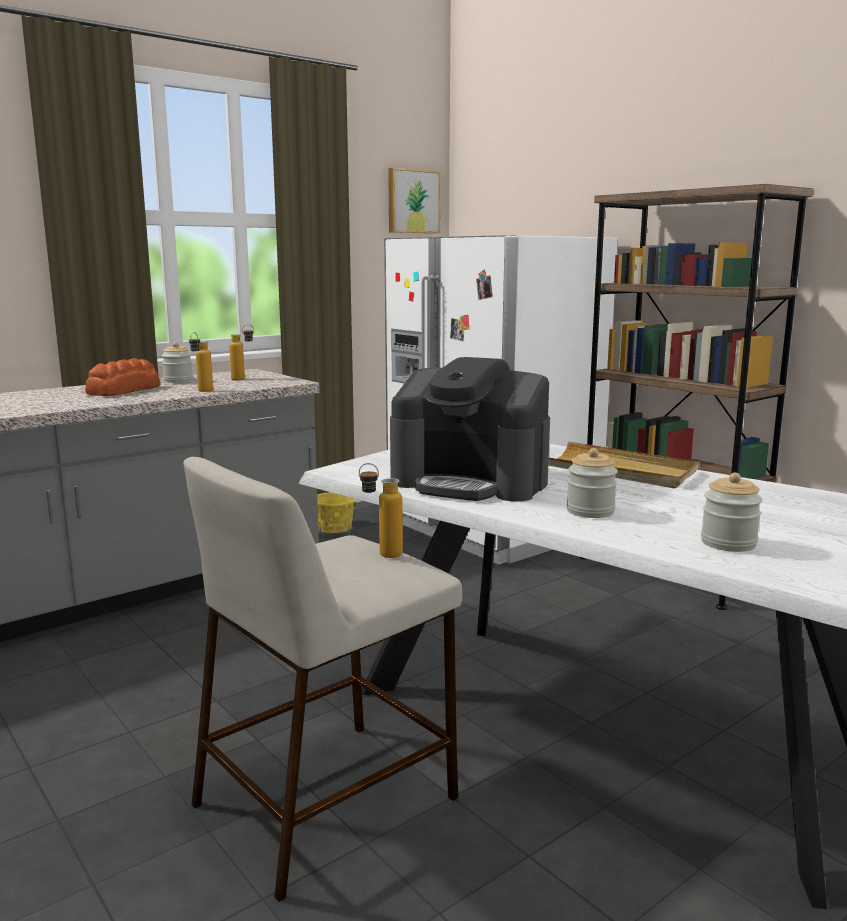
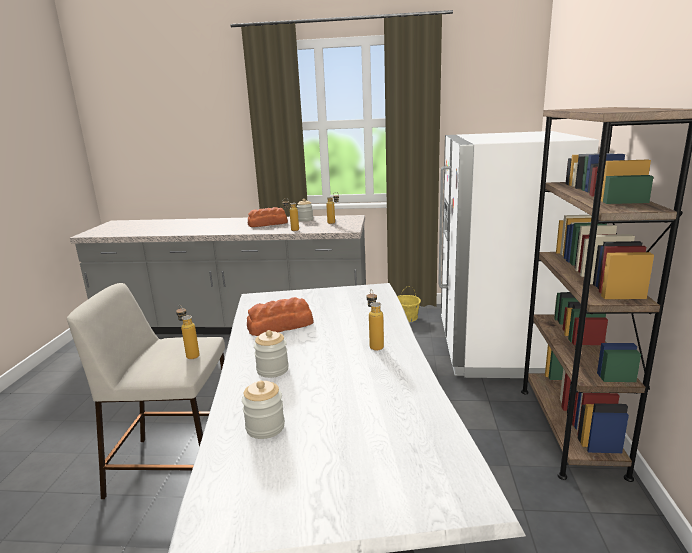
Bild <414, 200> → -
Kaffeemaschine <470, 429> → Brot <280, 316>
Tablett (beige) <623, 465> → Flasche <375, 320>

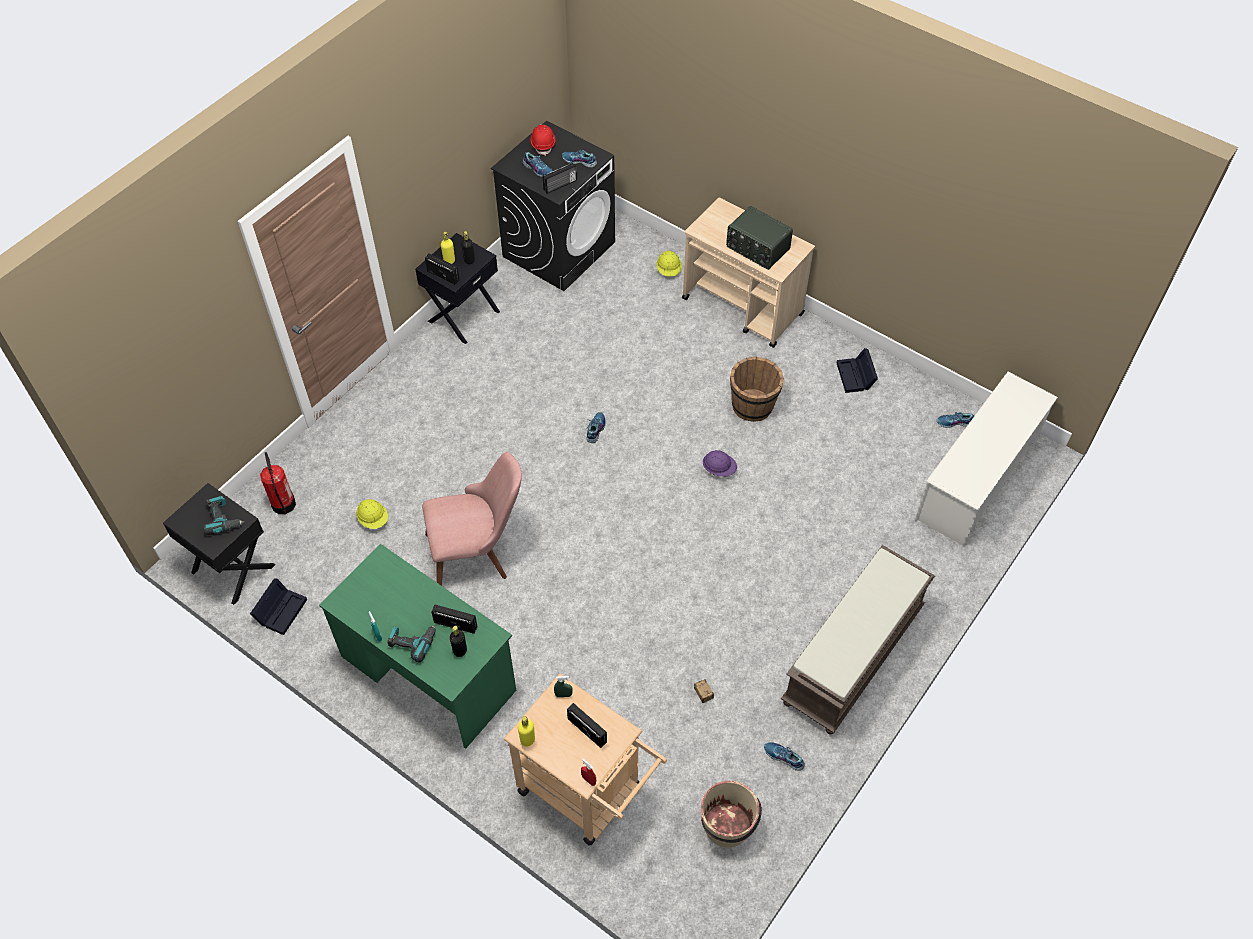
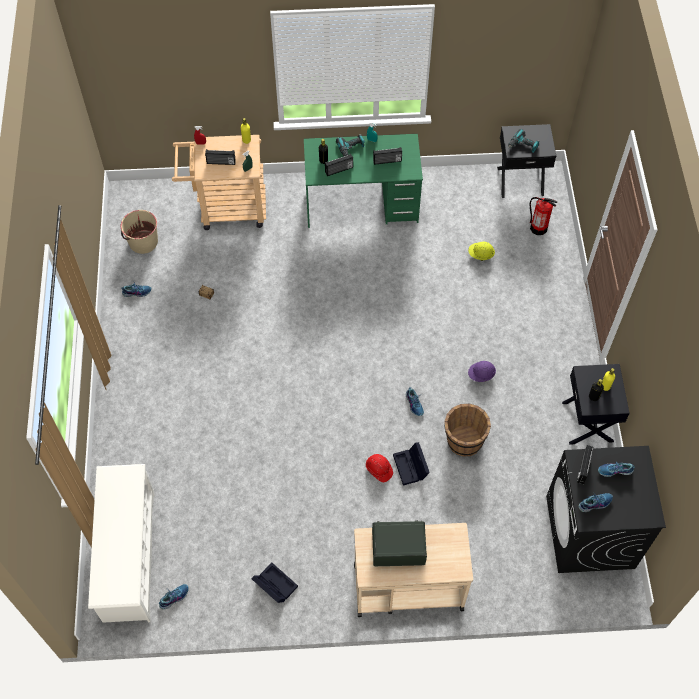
Aufbewahrungsbox (schwarz) <278, 606> → Aufbewahrungsbox (schwarz) <411, 464>, move
Stuhl (rosa) <472, 519> → -
Radio <442, 269> → Radio <387, 156>, move
Schutzhelm (rot) <543, 140> → Schutzhelm (rot) <379, 468>, move
Schutzhelm (gelb) <669, 264> → -
Schutzhelm (lila) <720, 463> → Schutzhelm (lila) <482, 371>, move
Eimer (braun) <757, 389> → Eimer (braun) <467, 430>, move
Bank (braun) <858, 639> → -

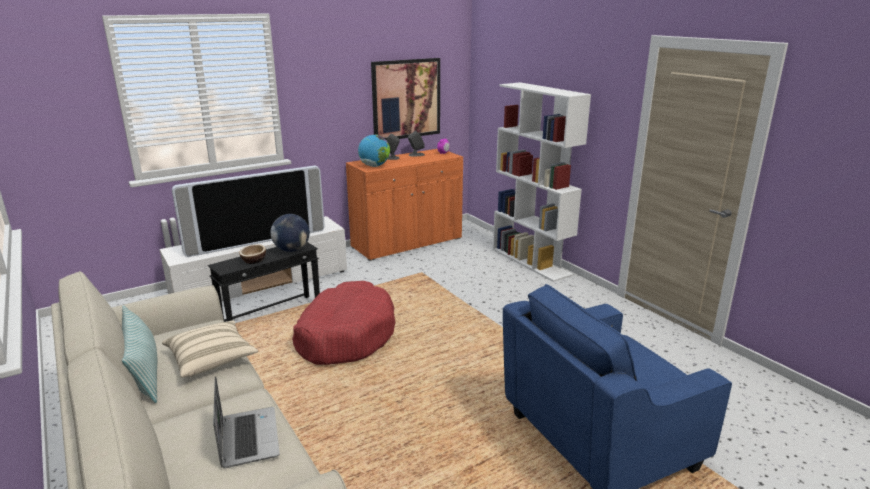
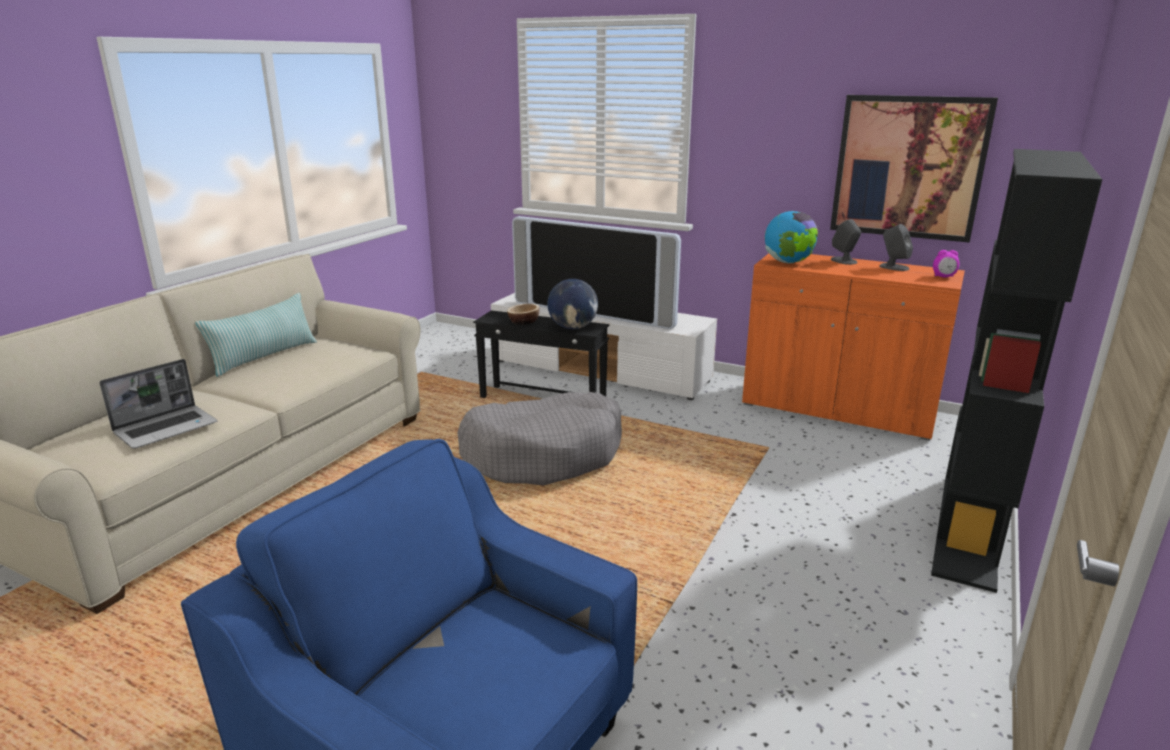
Kissen (beige) <210, 348> → -
Hundebett (rot) <343, 323> → Hundebett (grau) <539, 438>
Bücherregal (weiß) <542, 182> → Bücherregal (schwarz) <1016, 371>

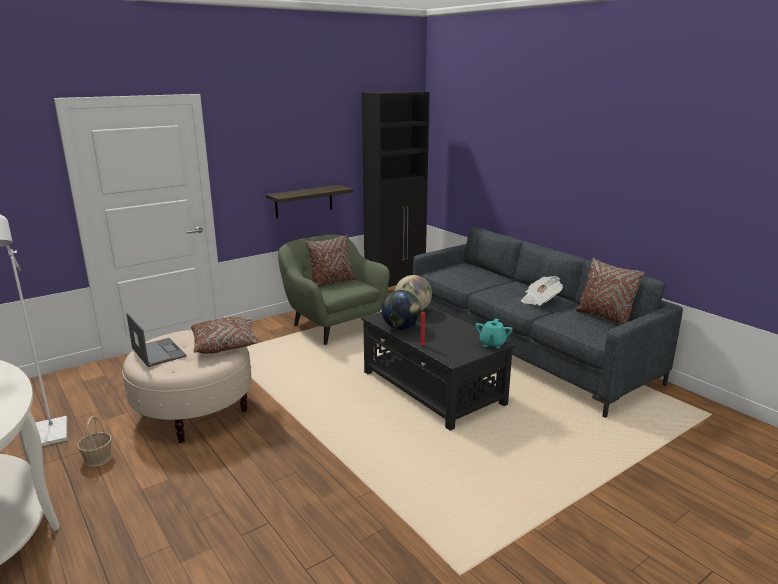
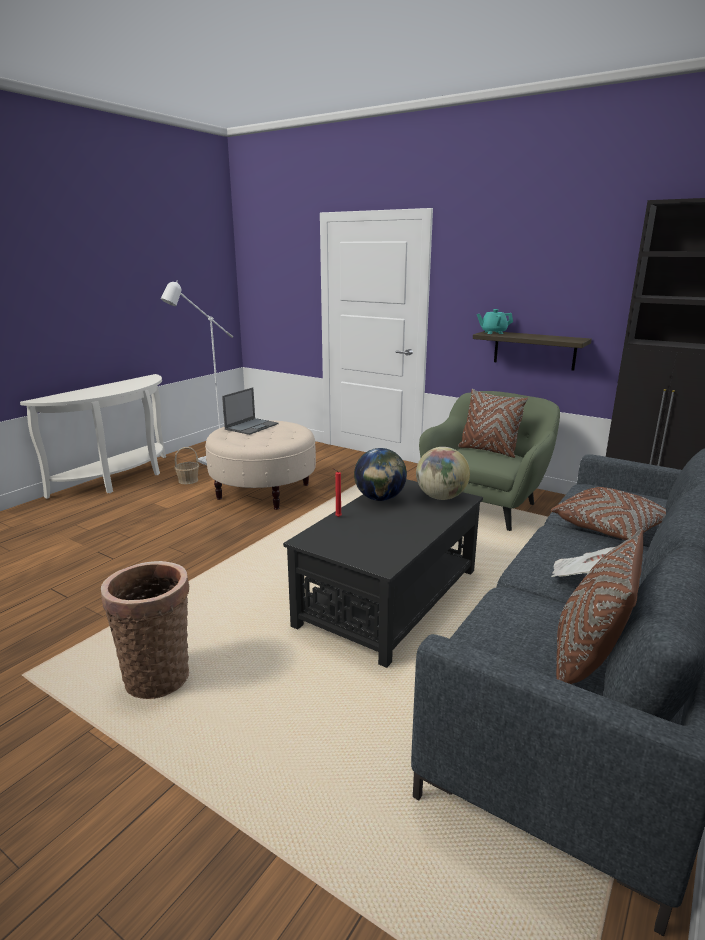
Kissen (braun) <225, 335> → Kissen (braun) <608, 513>, move
Teekanne (türkis) <494, 334> → Teekanne (türkis) <495, 321>, move
- → Korb <145, 630>

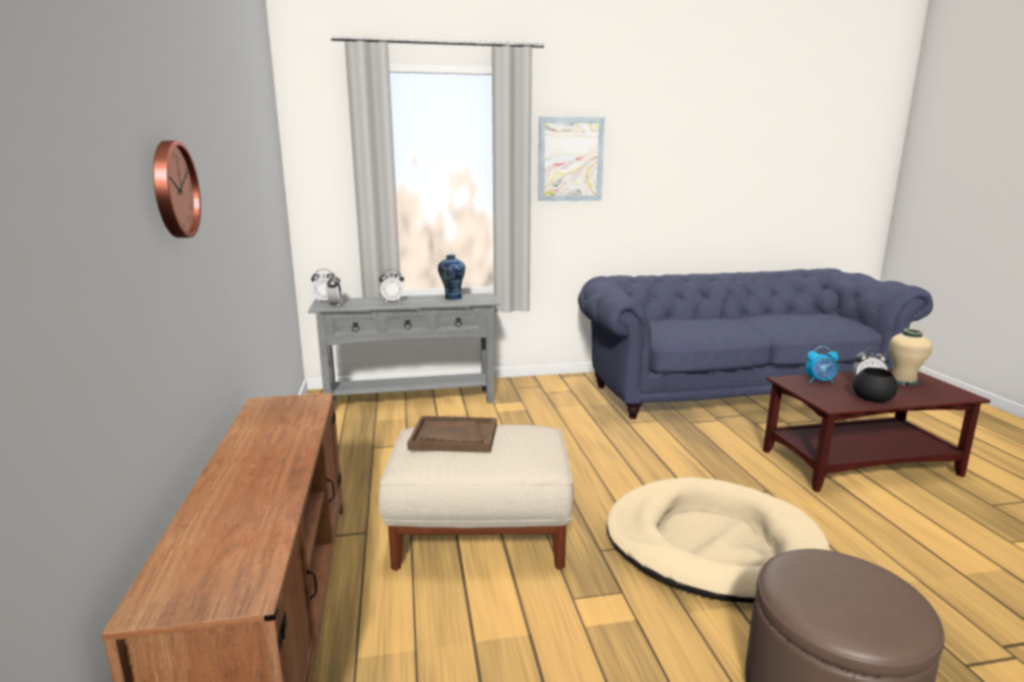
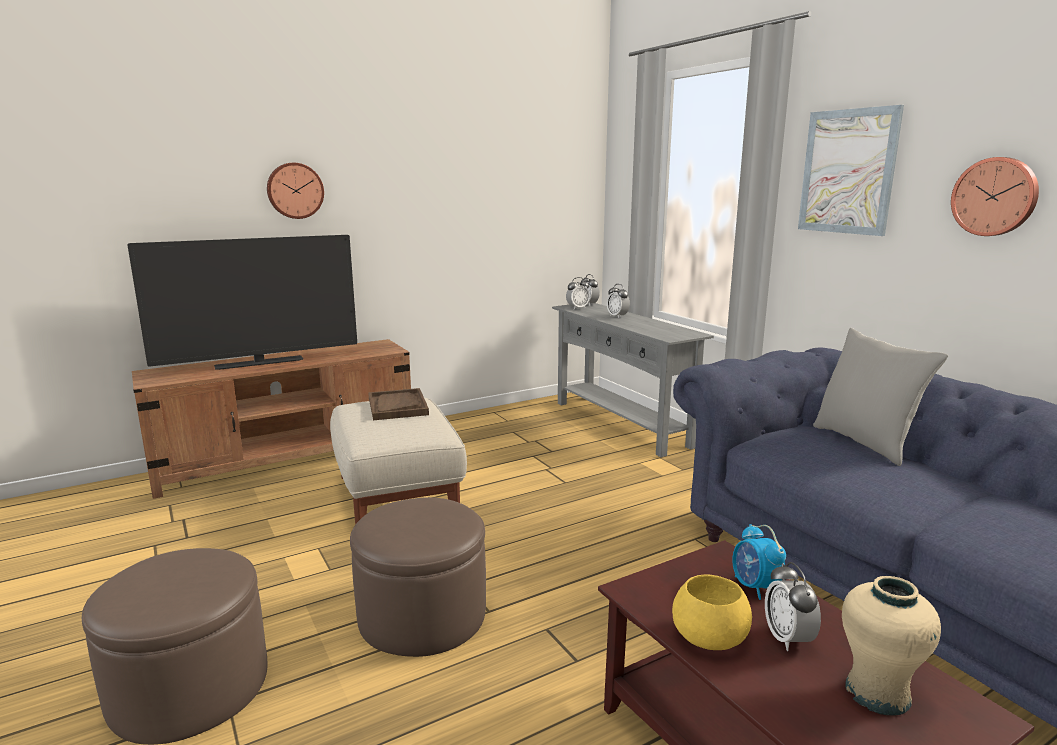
Vase <451, 277> → -
Hundebett (beige) <718, 540> → Polsterhocker (braun) <418, 577>
Schüssel (schwarz) <875, 384> → Schüssel (gelb) <712, 612>
- → Fernseher <242, 302>
- → Kissen (grau) <880, 397>
- → Wanduhr <995, 196>

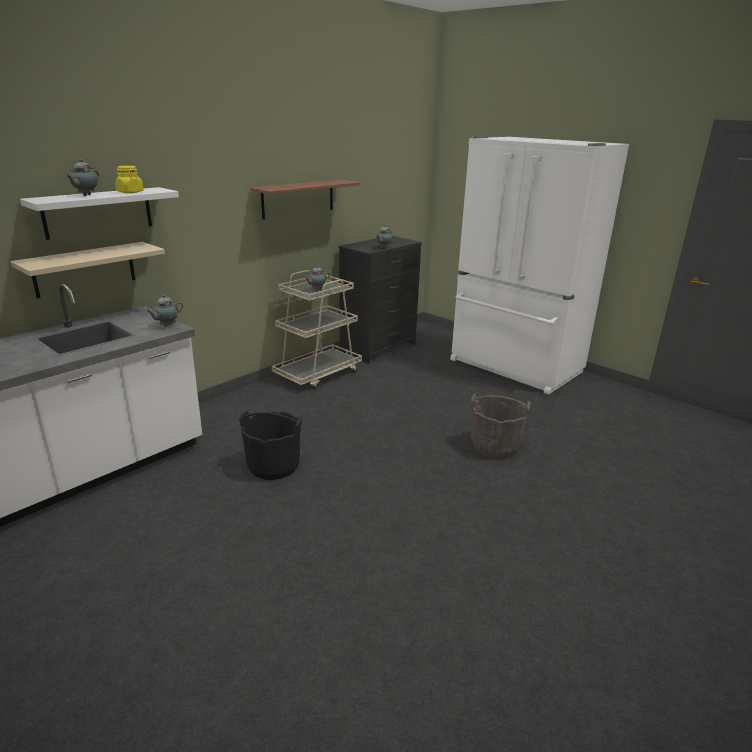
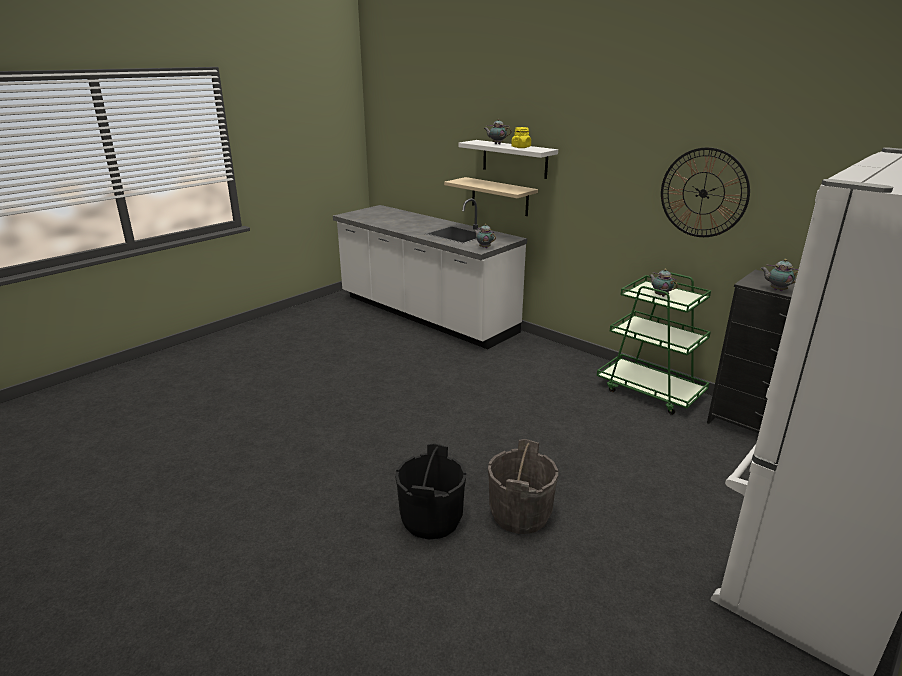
Eimer (schwarz) <271, 445> → Eimer (schwarz) <430, 491>, move
Wandregal <305, 199> → Wanduhr <705, 192>
Rollwagen (beige) <317, 329> → Rollwagen (grün) <654, 343>

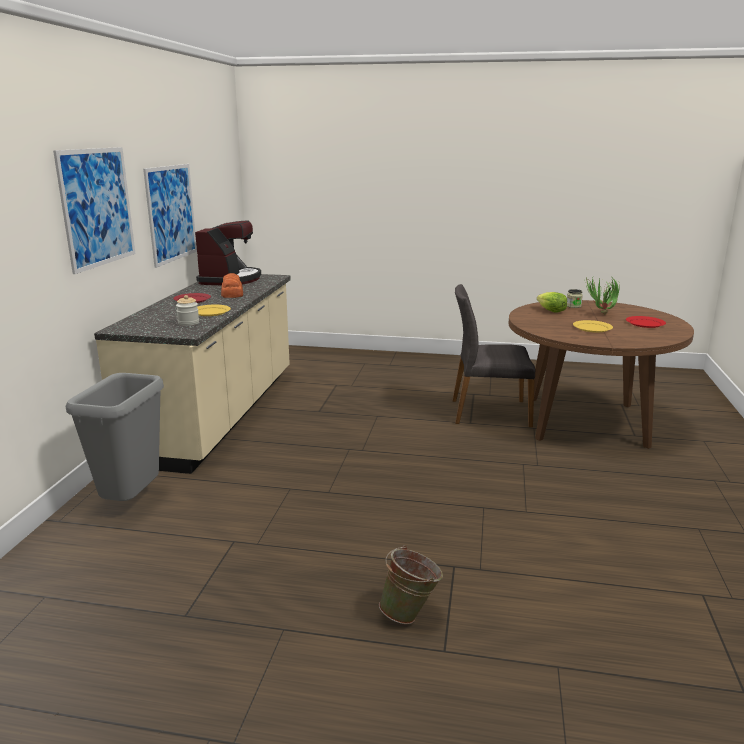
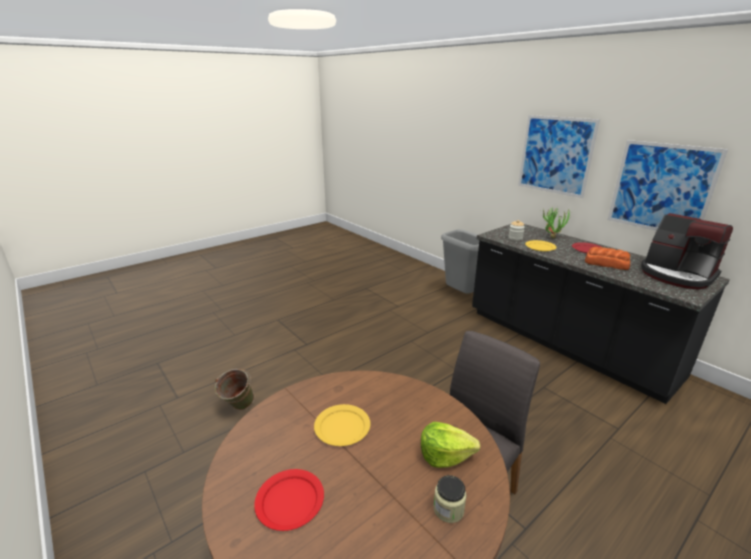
Küchenzeile (beige) <192, 374> → Küchenzeile (schwarz) <601, 314>
Eimer (grün) <411, 584> → Eimer (grün) <234, 389>, move
Topfpflanze <602, 295> → Topfpflanze <557, 223>, move

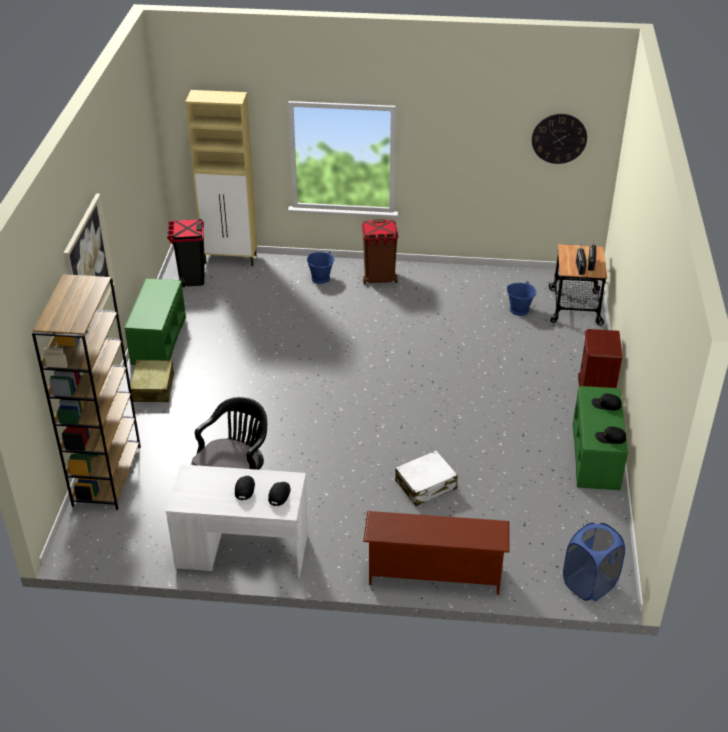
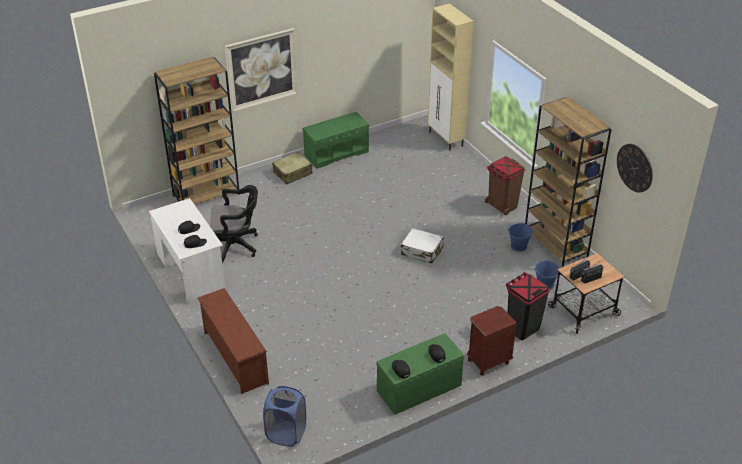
Mülleimer (schwarz) <186, 253> → Mülleimer (schwarz) <528, 306>, move
Eimer (blau) <321, 267> → Eimer (blau) <520, 237>, move
Koffer (weiß) <426, 478> → Koffer (weiß) <422, 245>, move
- → Bücherregal (braun) <568, 182>

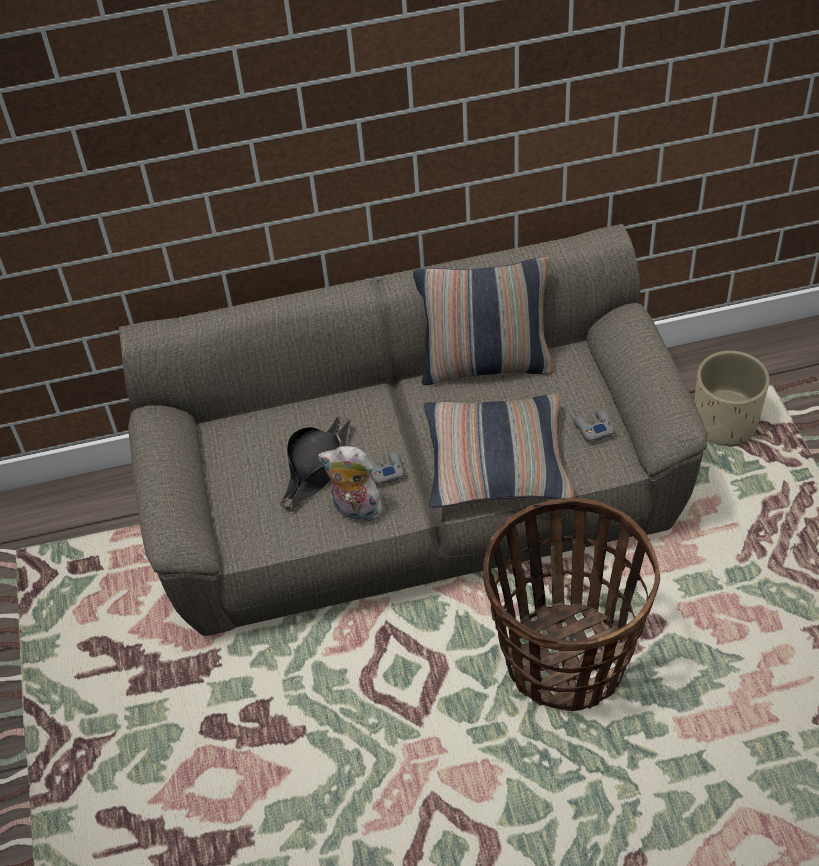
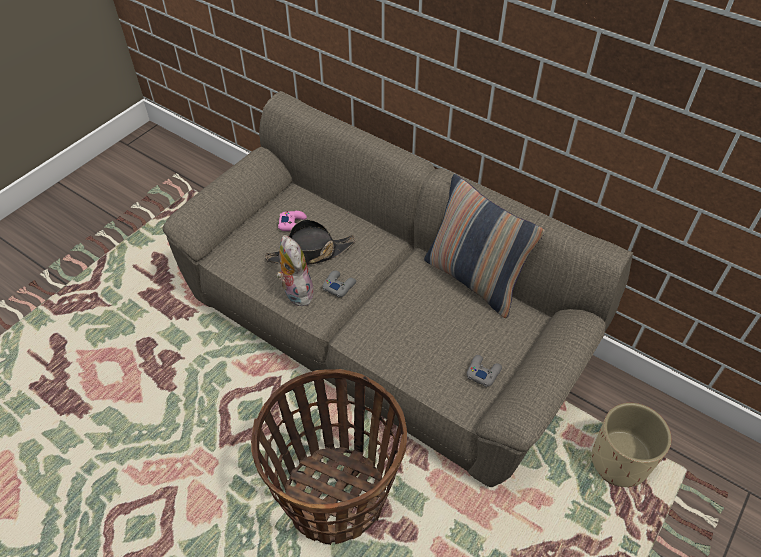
Kissen <499, 450> → -
- → Gamepad (rosa) <292, 221>

